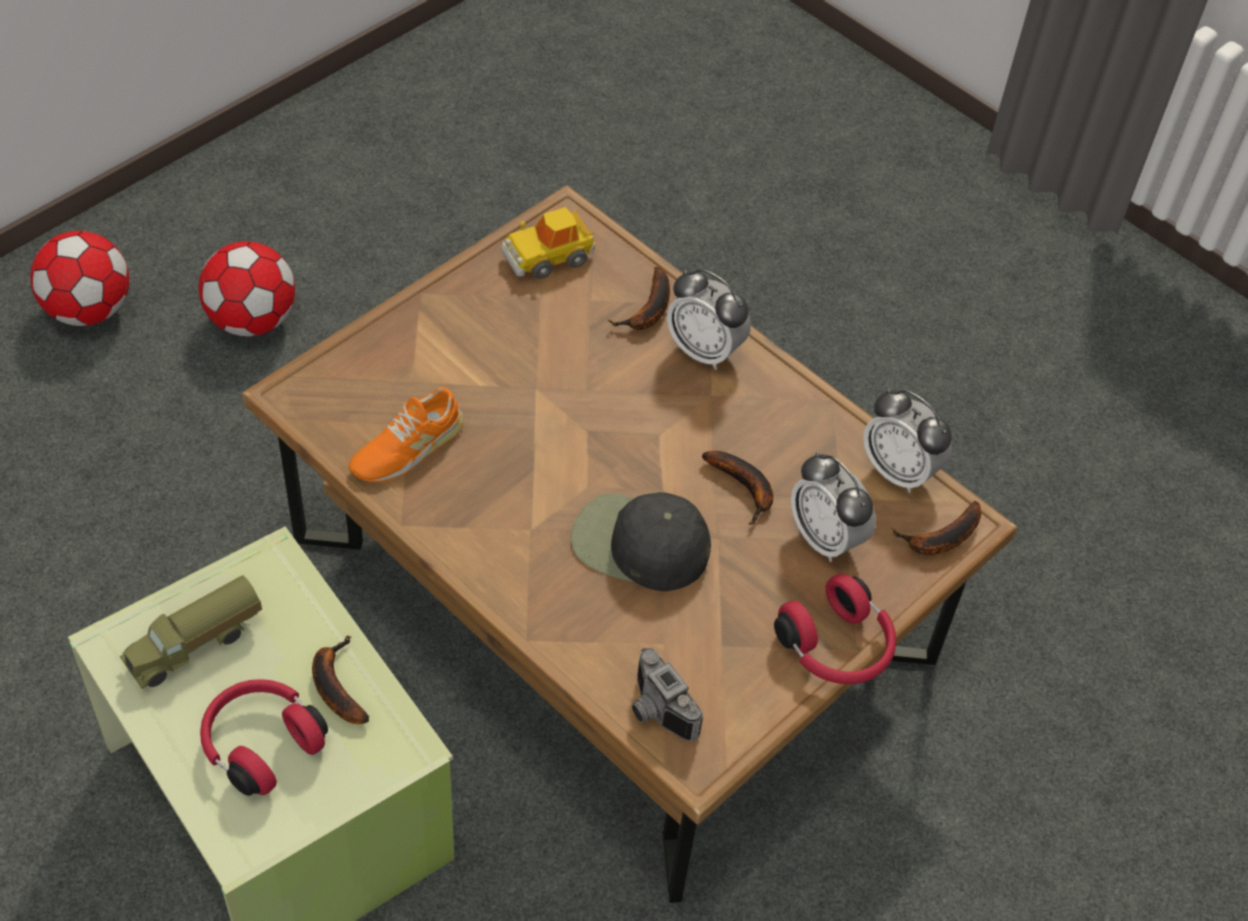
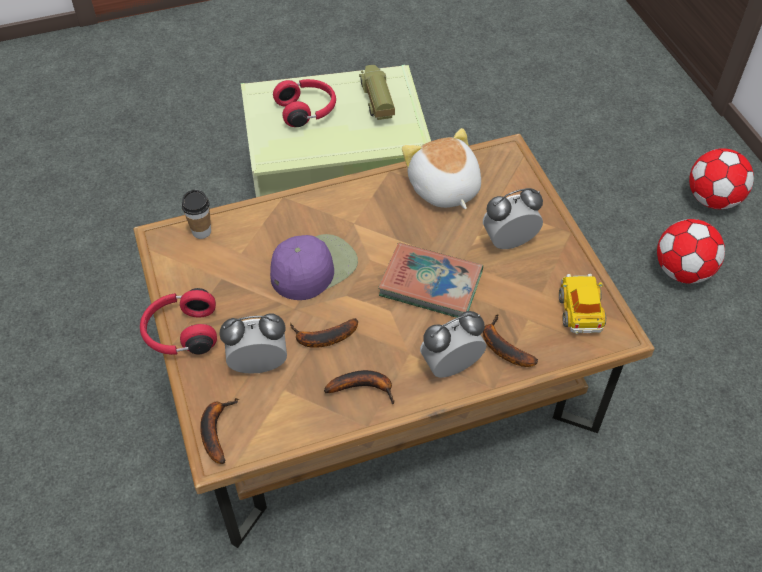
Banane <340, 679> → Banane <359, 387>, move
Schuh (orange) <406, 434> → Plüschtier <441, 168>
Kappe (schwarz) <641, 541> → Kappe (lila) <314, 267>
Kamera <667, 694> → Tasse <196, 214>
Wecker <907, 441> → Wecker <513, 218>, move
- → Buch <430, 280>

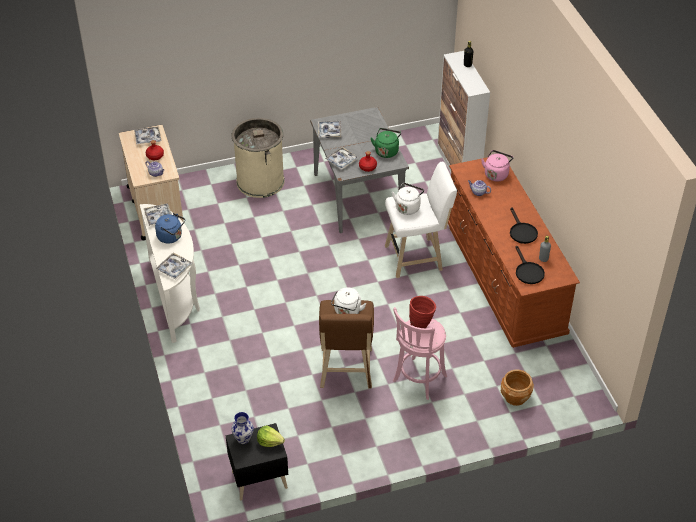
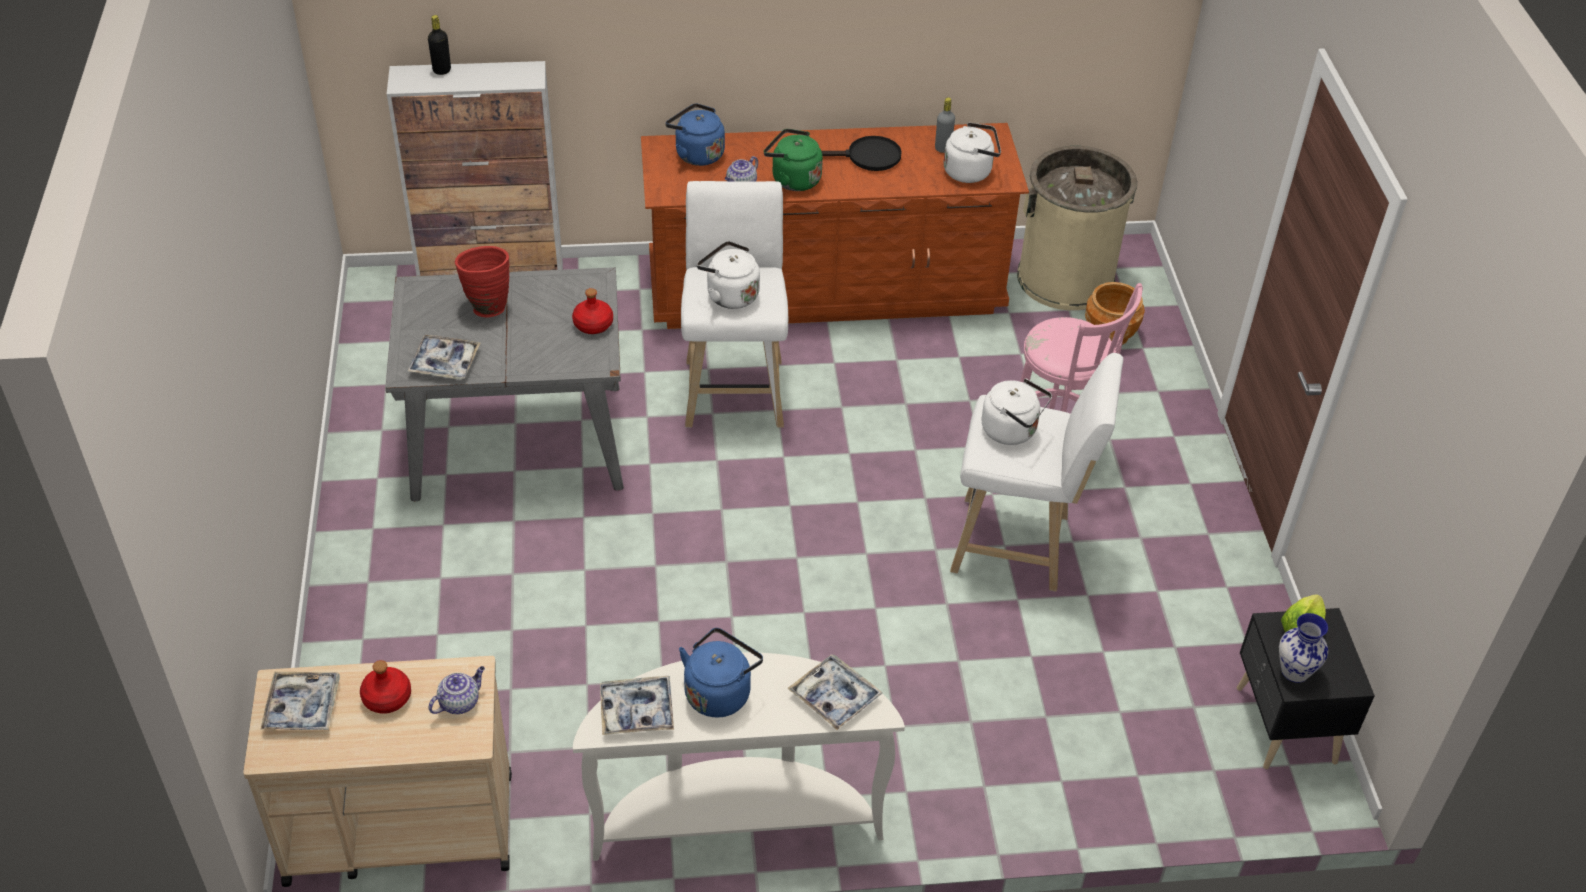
Mülleimer (beige) <258, 158> → Mülleimer (beige) <1077, 228>, move
Hocker (braun) <346, 344> → Hocker (weiß) <1036, 472>
Tablett <342, 158> → -
Wasserkessel (grün) <385, 143> → Wasserkessel (grün) <793, 160>, move
Vase (rot) <422, 312> → Vase (rot) <482, 281>, move
Wasserkessel (rosa) <497, 165> → Wasserkessel (blau) <695, 134>
Pfanne (schwarz) <530, 265> → Wasserkessel (weiß) <972, 152>

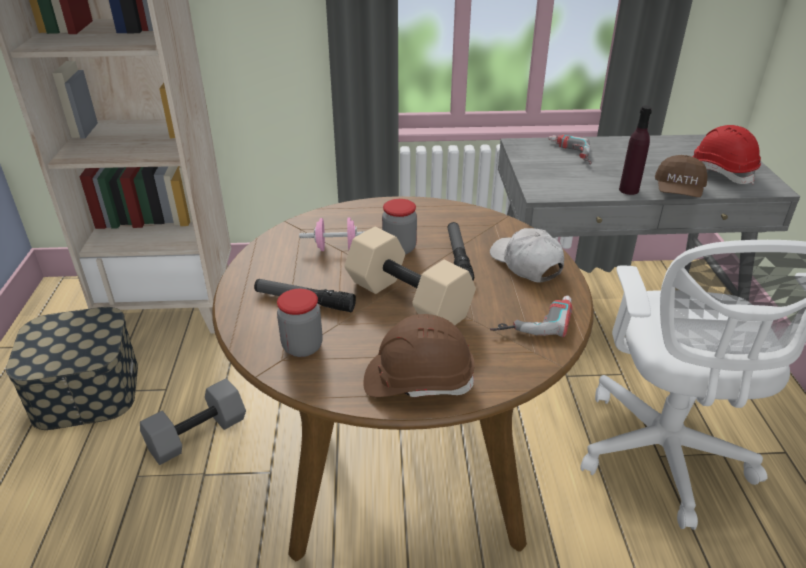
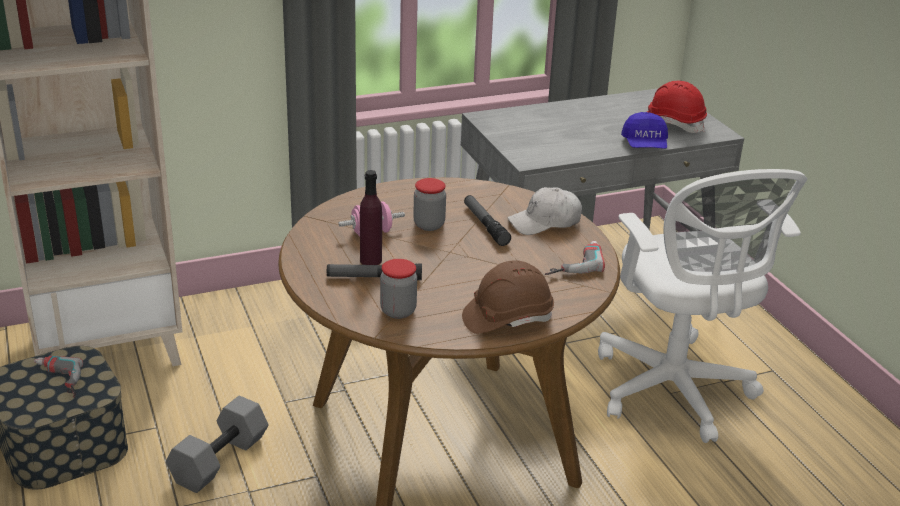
Hantel (beige) <410, 276> → -
Kappe (weiß) <527, 255> → Kappe (weiß) <545, 211>, 60 degrees counterclockwise
Bohrmaschine <570, 149> → Bohrmaschine <58, 376>, move
Flasche (lila) <635, 150> → Flasche (lila) <371, 217>, move
Kappe (braun) <681, 176> → Kappe (blau) <644, 130>

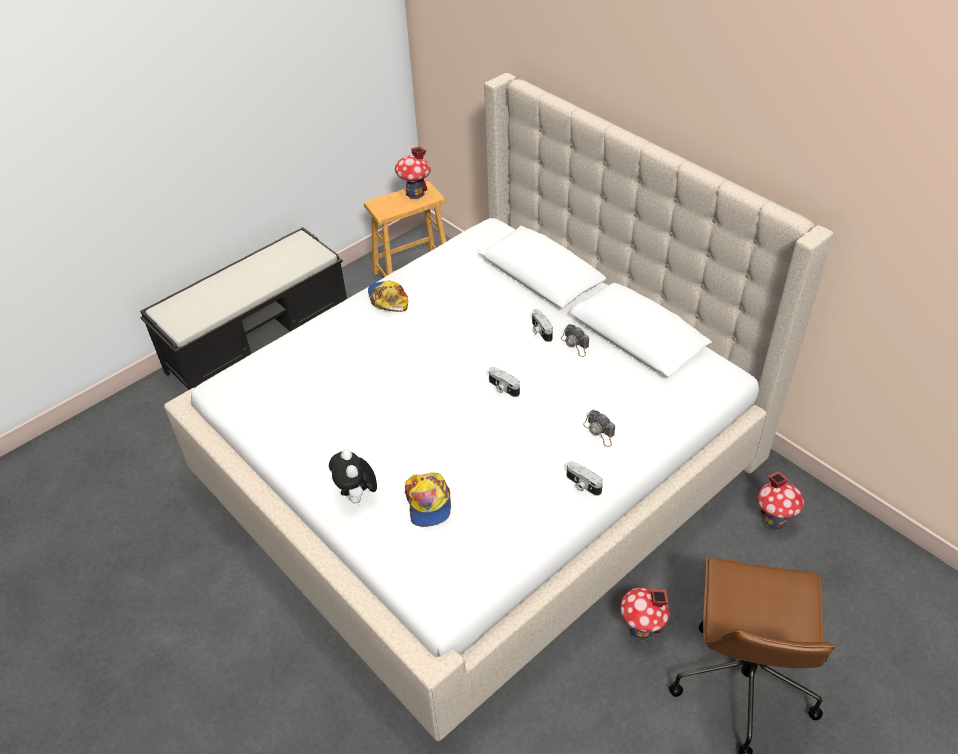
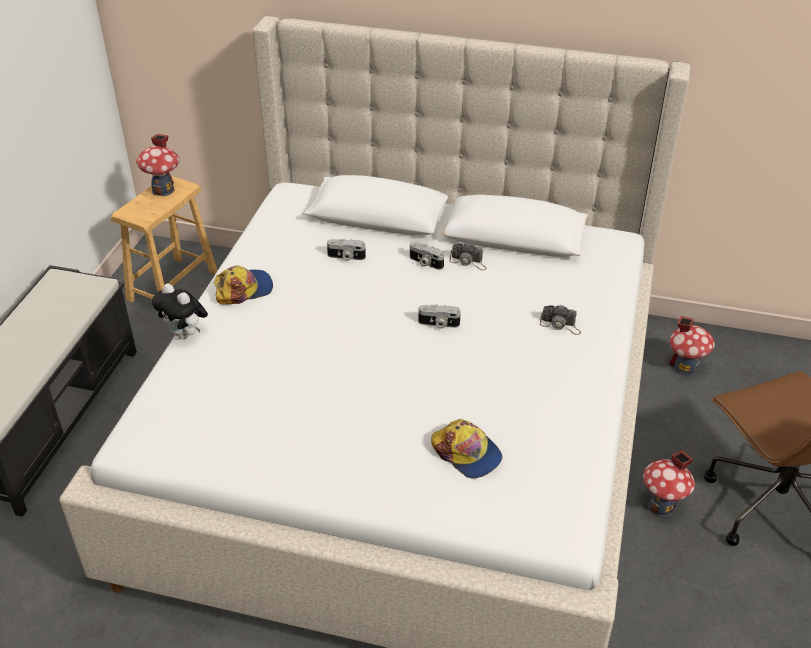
Plüschtier <353, 476> → Plüschtier <180, 311>, move
Kappe <388, 296> → Kappe <243, 285>, 120 degrees clockwise
Kamera <585, 478> → Kamera <346, 250>, move

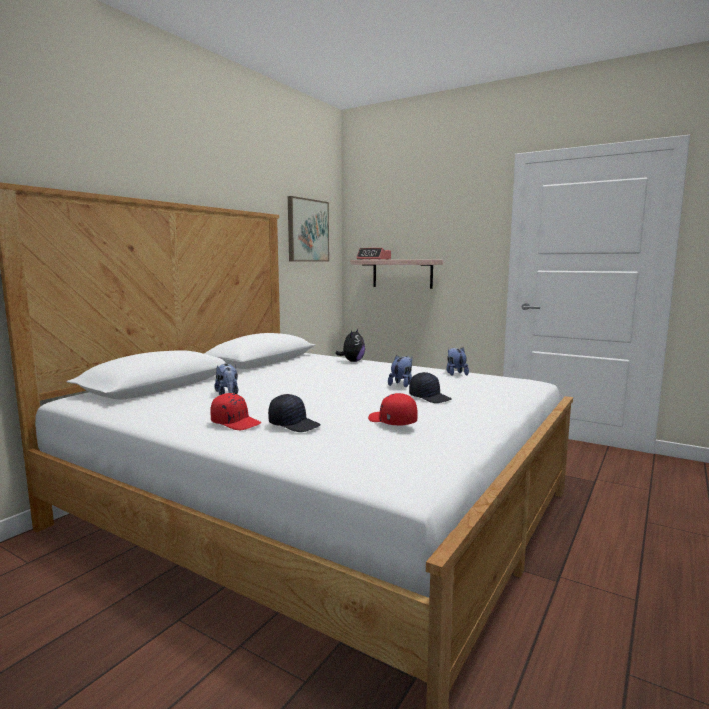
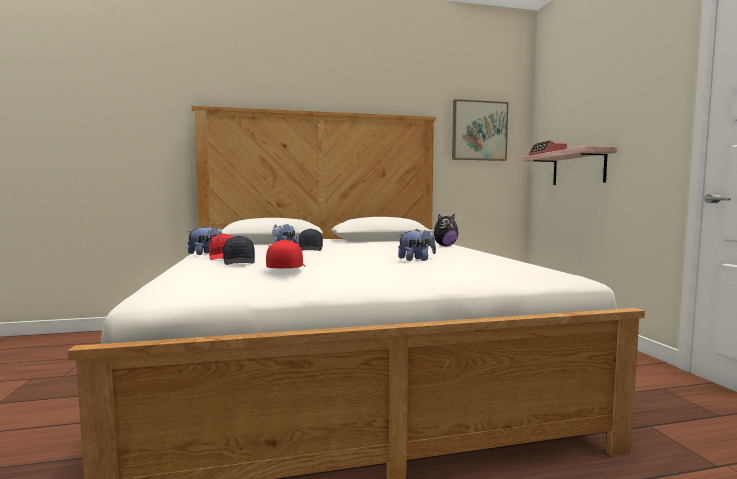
Kappe (schwarz) <430, 387> → Kappe (schwarz) <310, 240>, move
Plüschtier <457, 361> → Plüschtier <205, 240>, move

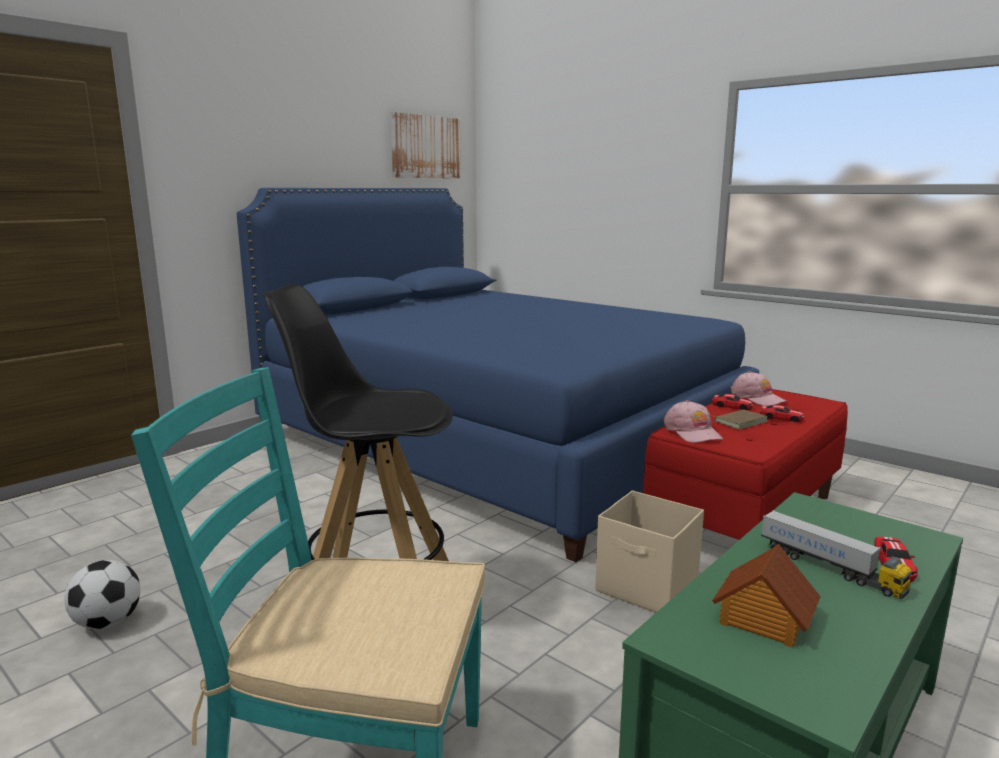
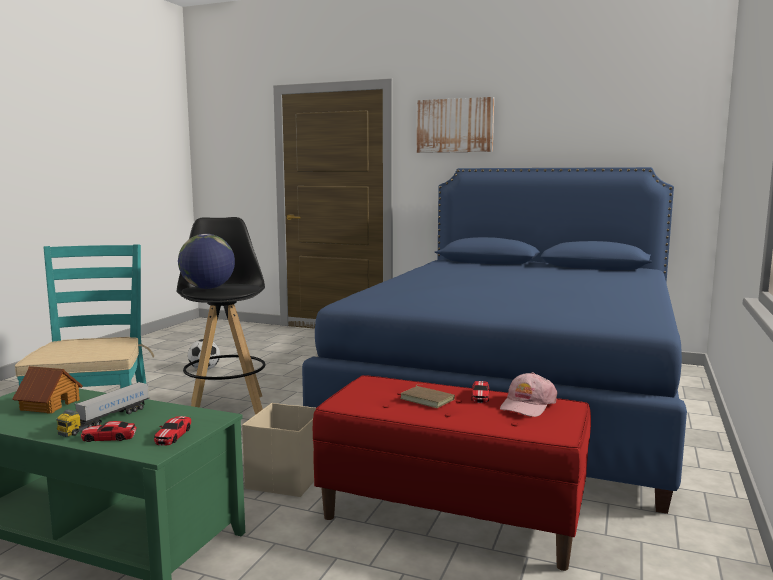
Bild <425, 145> → Bild <455, 125>, move
Kappe (rosa) <693, 421> → -
Spielzeugauto <782, 413> → Spielzeugauto <172, 431>, move
- → Globus <206, 261>

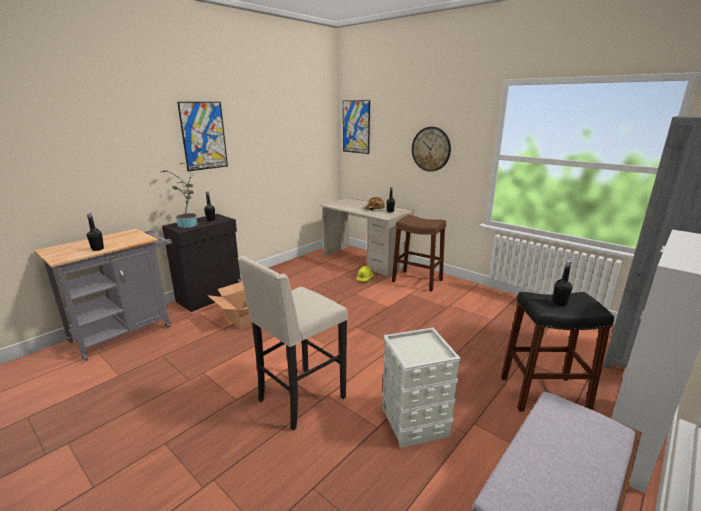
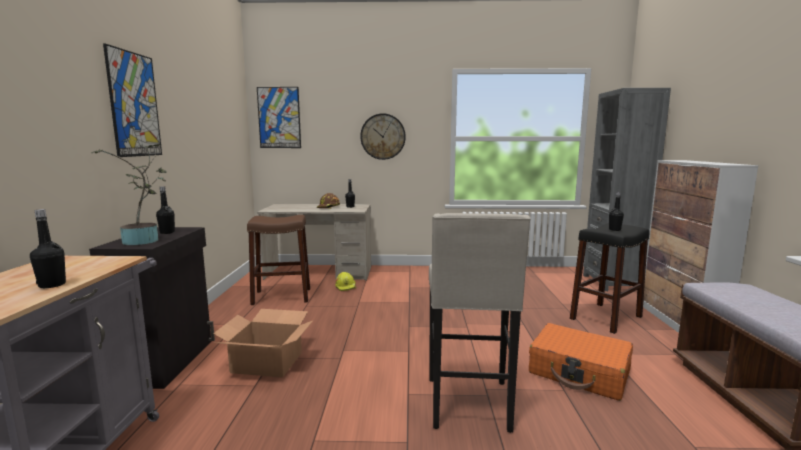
Aufbewahrungsbox (grau) <421, 388> → Koffer (orange) <581, 362>
Hocker (braun) <419, 253> → Hocker (braun) <278, 260>, move

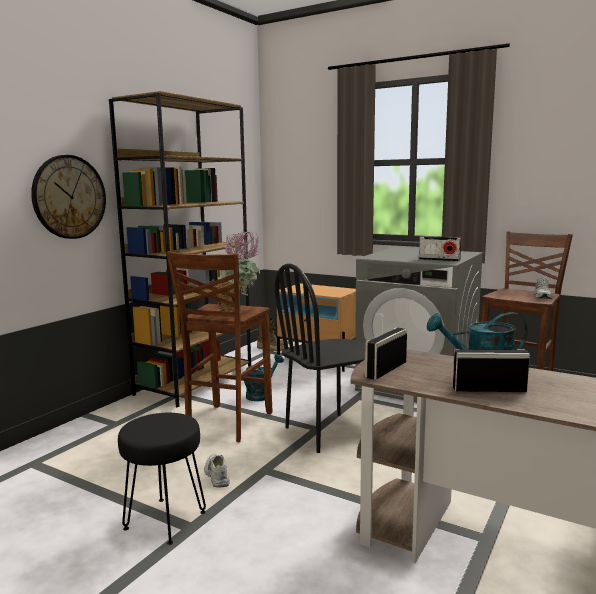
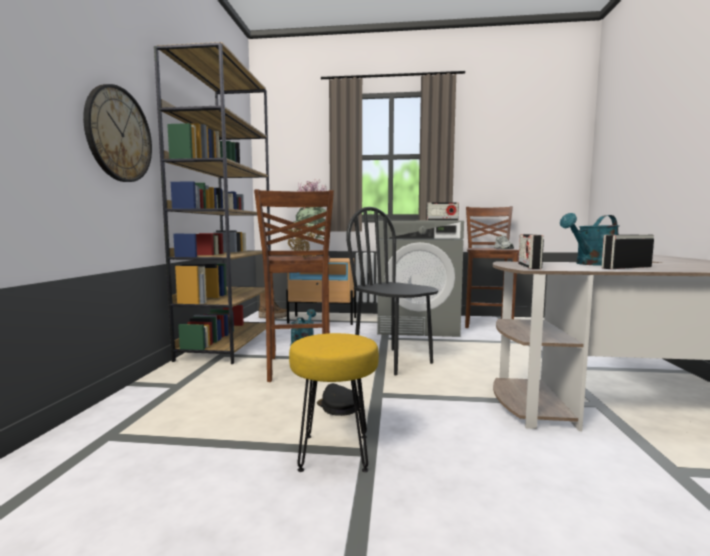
Hocker (schwarz) <162, 479> → Hocker (gelb) <334, 402>
Schuh (weiß) <217, 470> → Kappe (schwarz) <338, 399>
Stuhl (schwarz) <320, 358> → Stuhl (schwarz) <392, 291>, 105 degrees clockwise

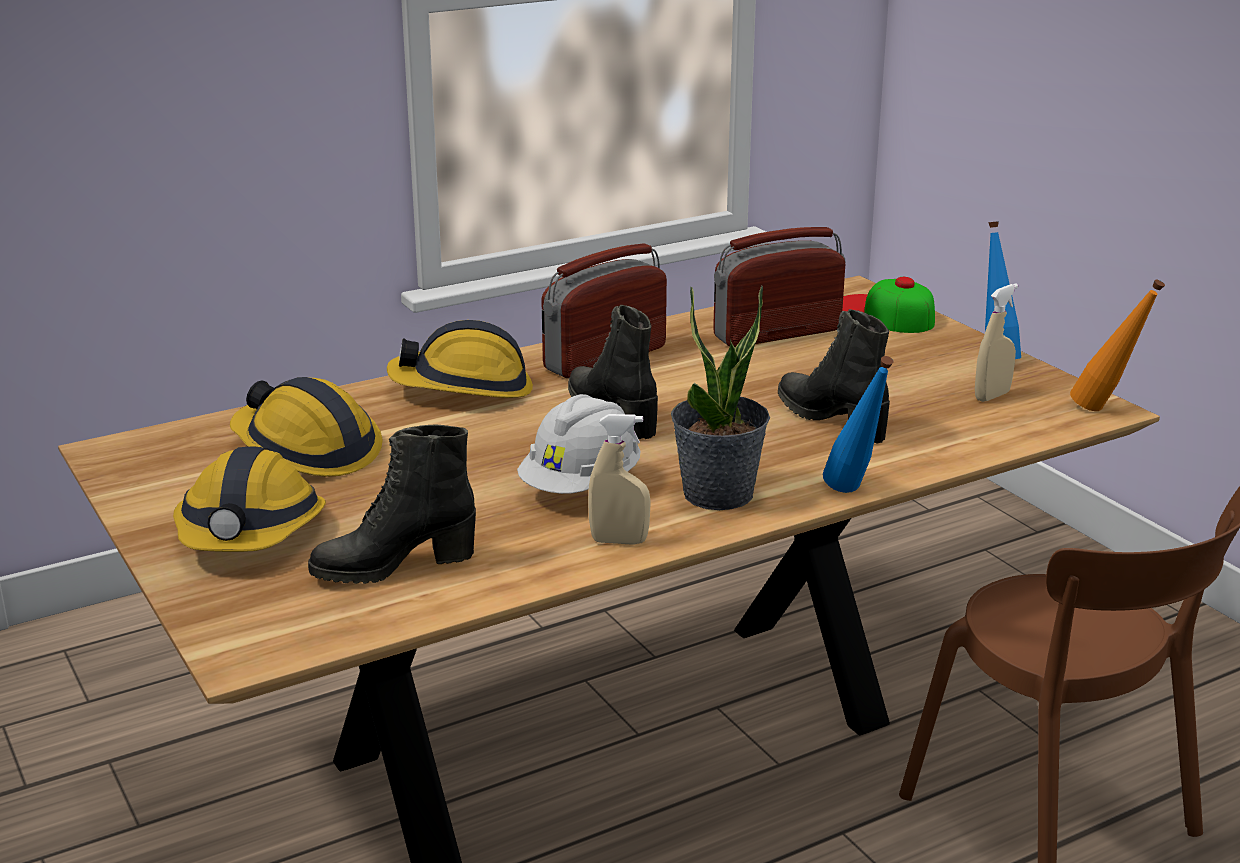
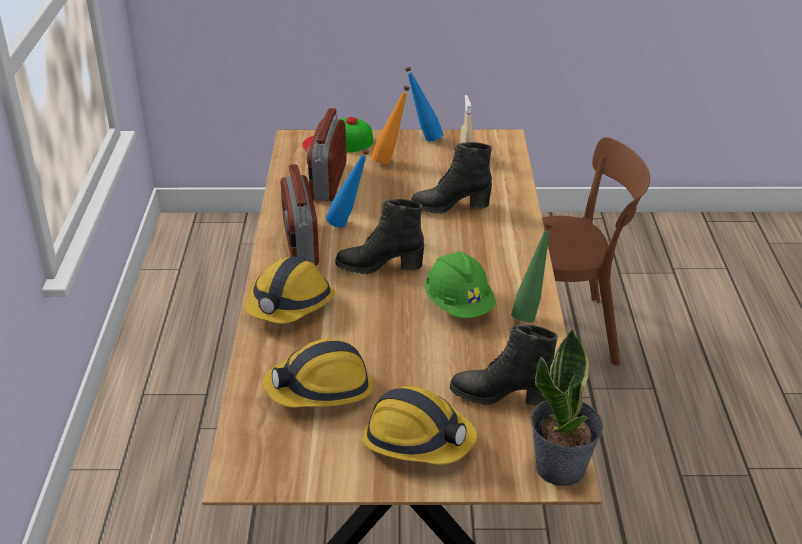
Stiefel (schwarz) <392, 504> → Stiefel (schwarz) <504, 365>, 90 degrees clockwise
Schutzhelm (weiß) <579, 444> → Schutzhelm (grün) <460, 285>
Sprühflasche (beige) <619, 479> → Flasche (grün) <531, 273>
Topfpflanze <720, 398> → Topfpflanze <567, 407>, move
Flasche (blau) <858, 424> → Flasche (blau) <347, 188>, move
Flasche (orange) <1117, 345> → Flasche (orange) <390, 125>, move

